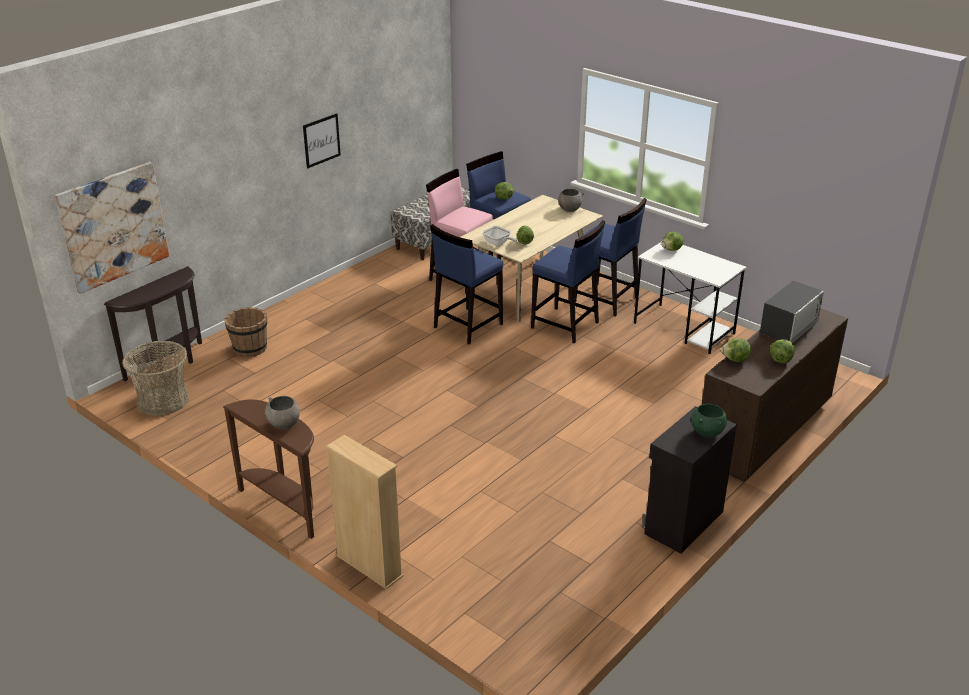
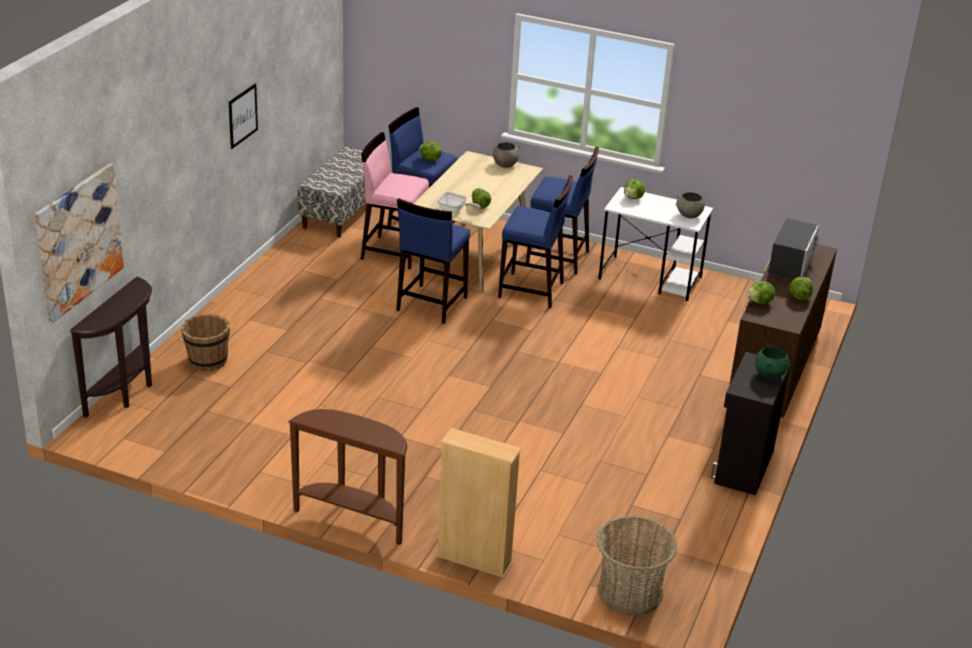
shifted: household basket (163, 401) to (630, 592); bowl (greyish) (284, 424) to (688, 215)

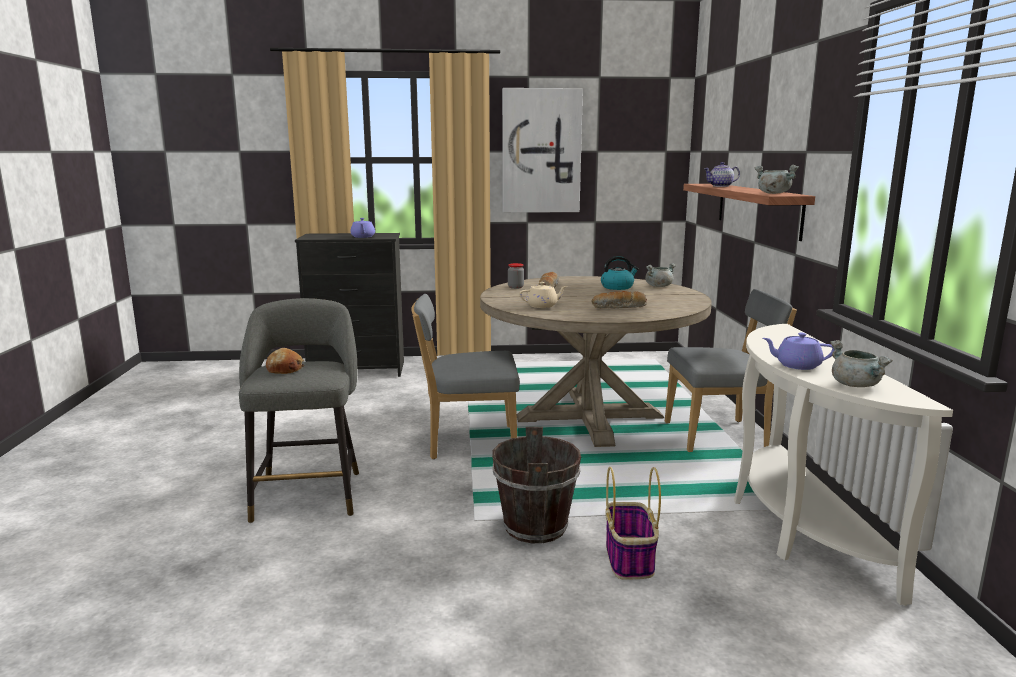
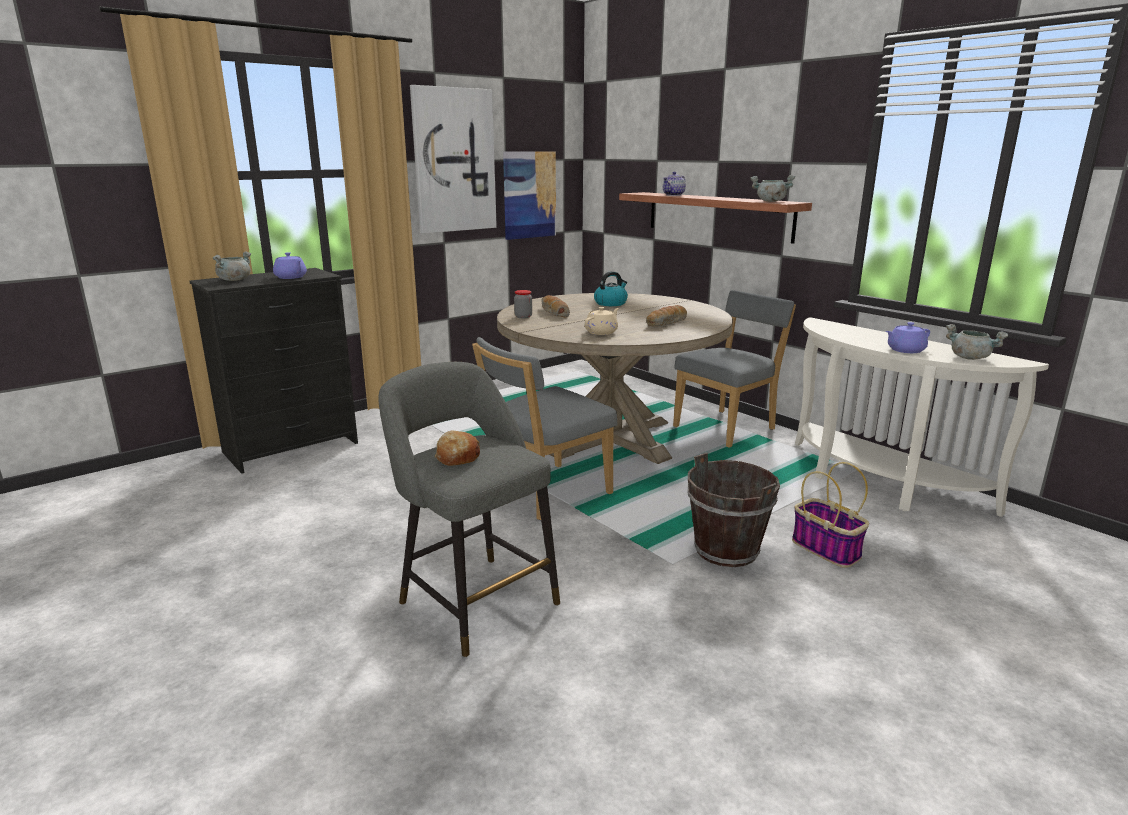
new: picture (529, 195)
shifted: saucepot (greyish) (658, 286) to (234, 280)

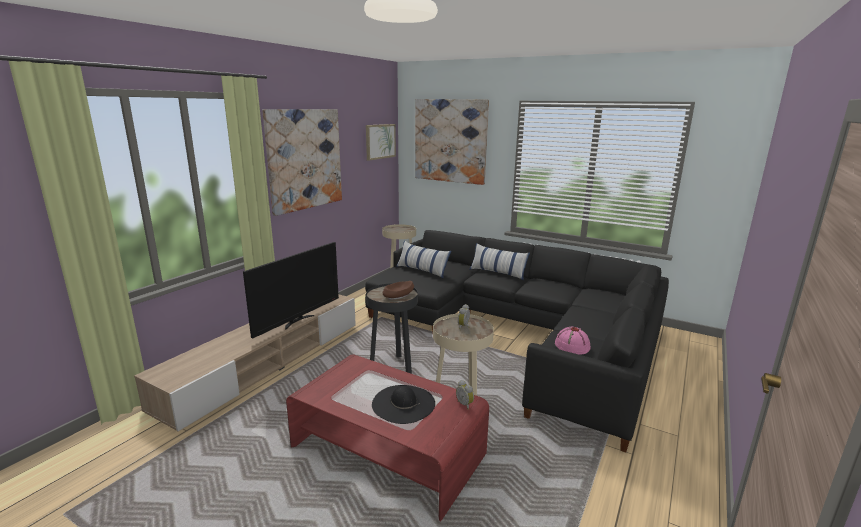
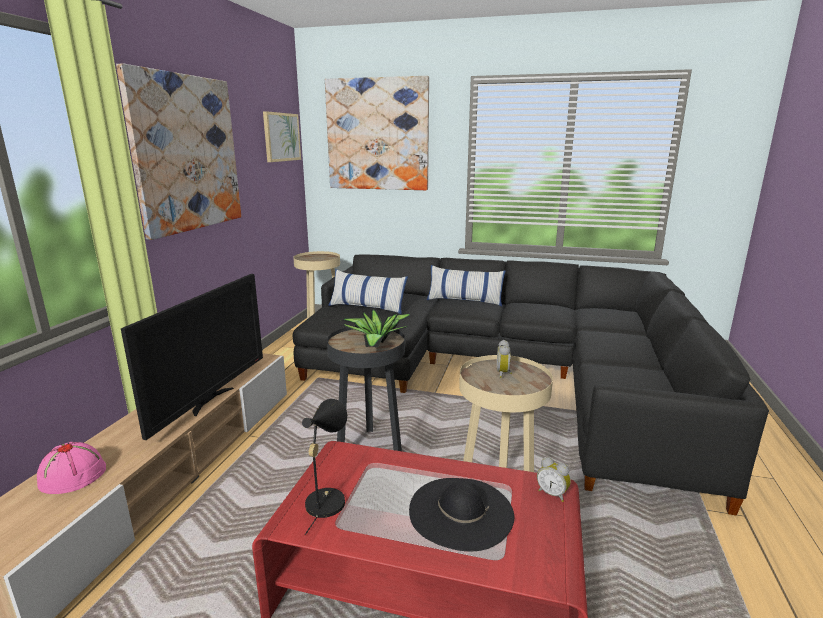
new: table lamp (blackish) (326, 499)
shifted: hat (pink) (571, 346) to (72, 475)
swapped: bowl (brown) (398, 296) to houseplant (377, 341)

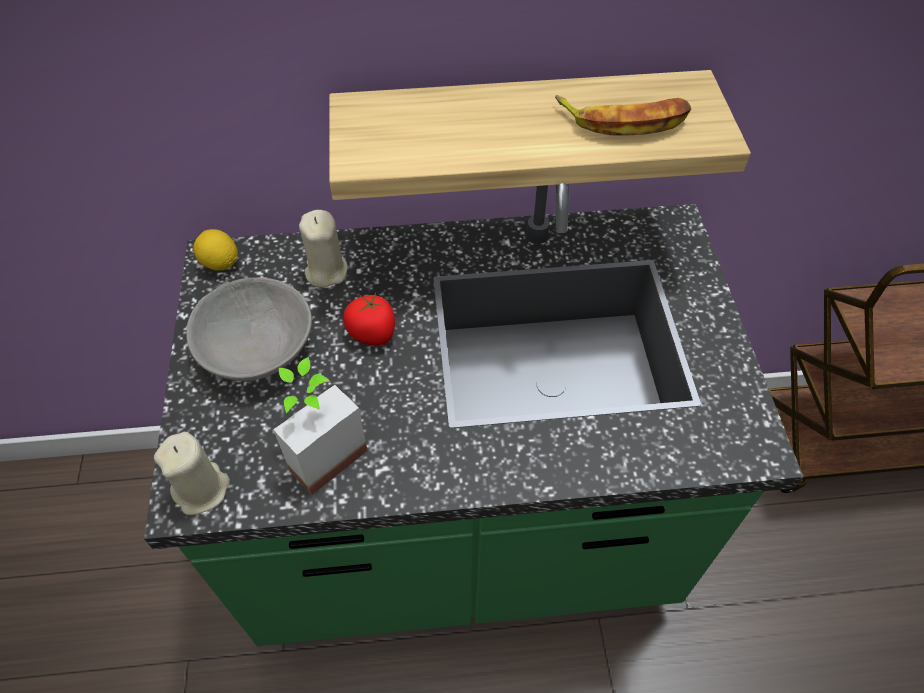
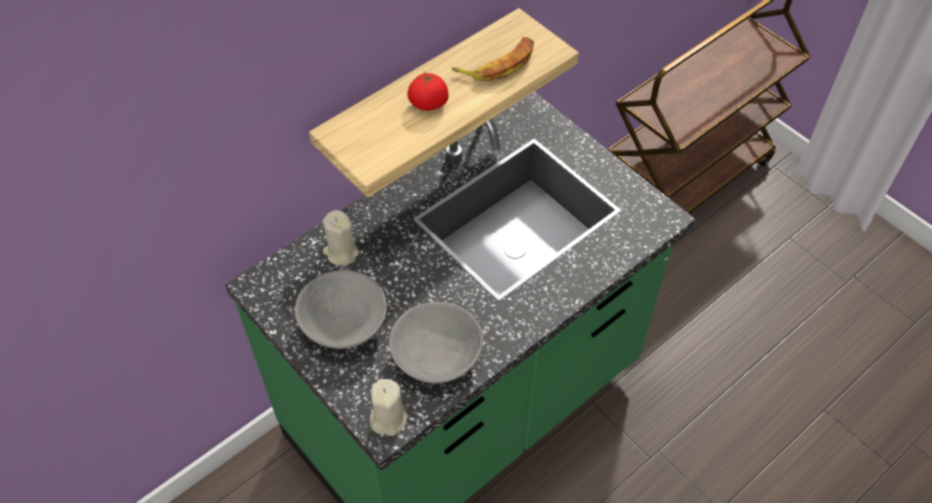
gone: citrus fruit (220, 263)
shifted: tomato (373, 333) to (429, 103)
swapped: houseplant (319, 451) to bowl (greyish) (437, 357)

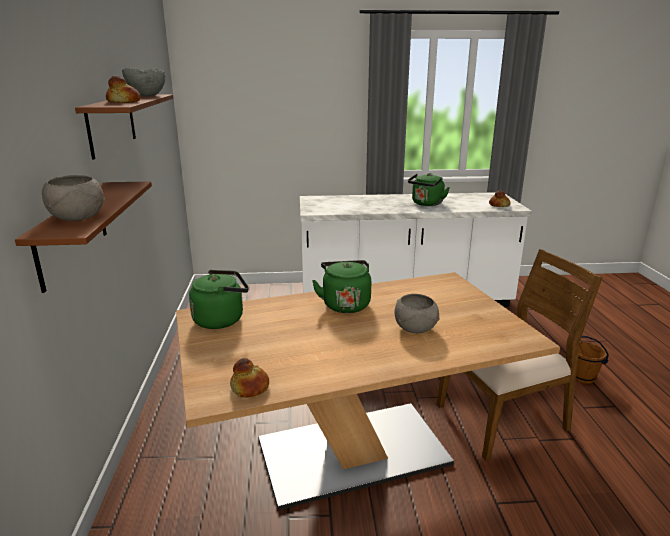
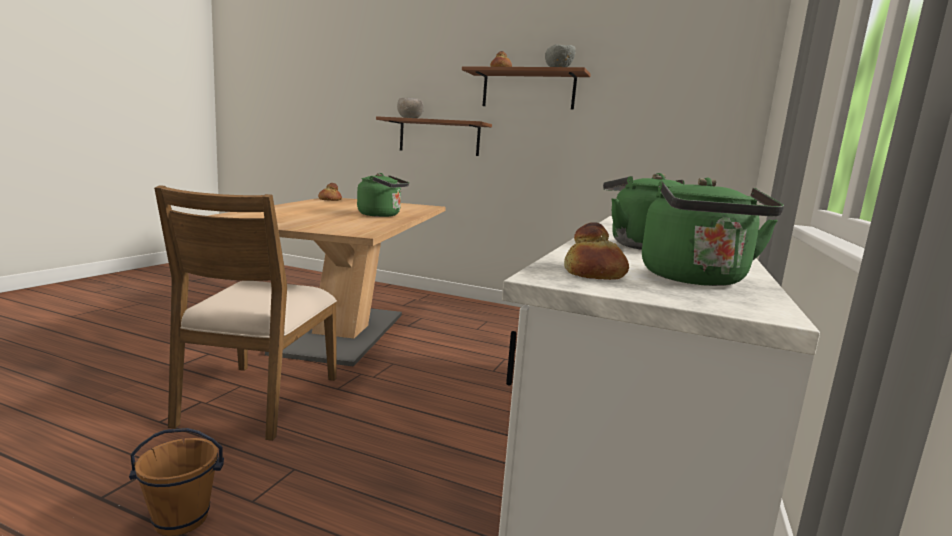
gone: bowl (greyish) (414, 328)
shifted: tea kettle (greenish) (221, 319) to (696, 280)

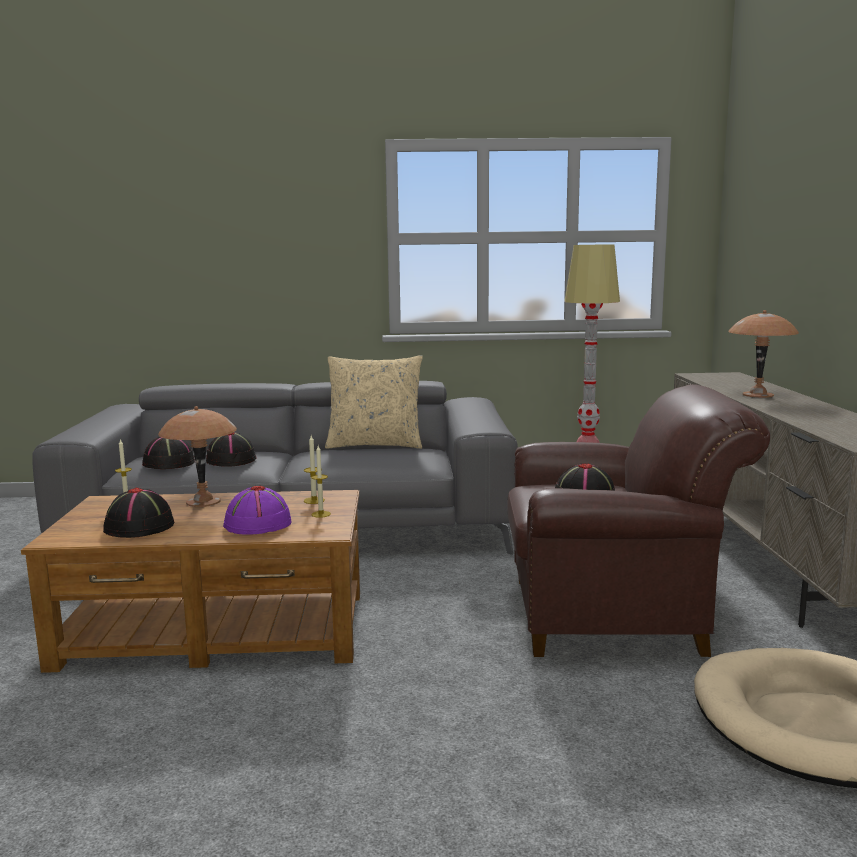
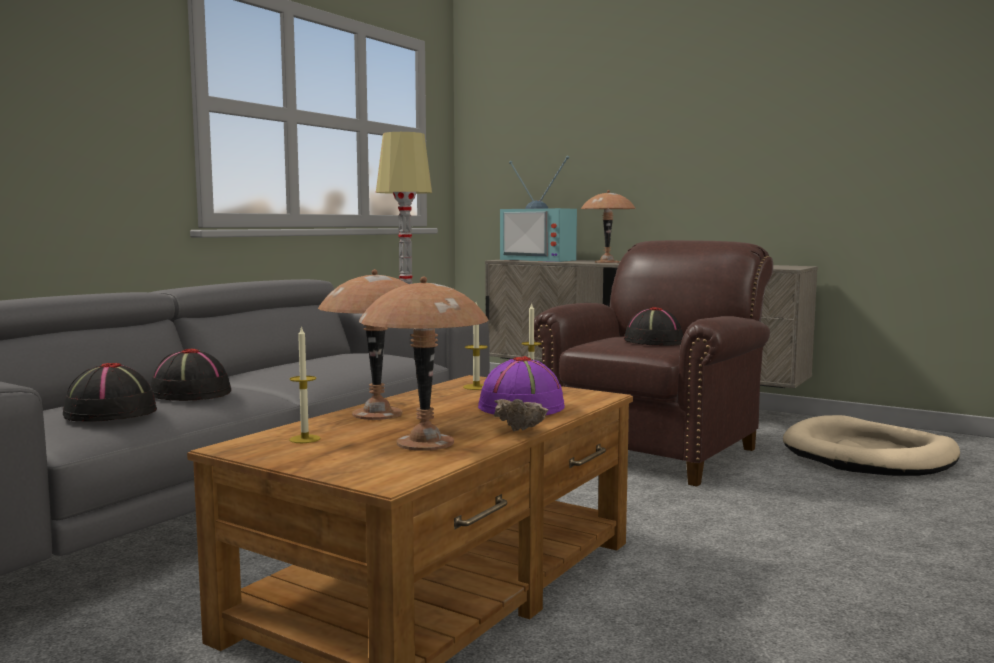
gone: pillow (beige) (375, 445)
new: bowl (beige) (519, 431); TV (541, 260)
swapped: hat (blackish) (140, 527) to table lamp (brown) (426, 442)

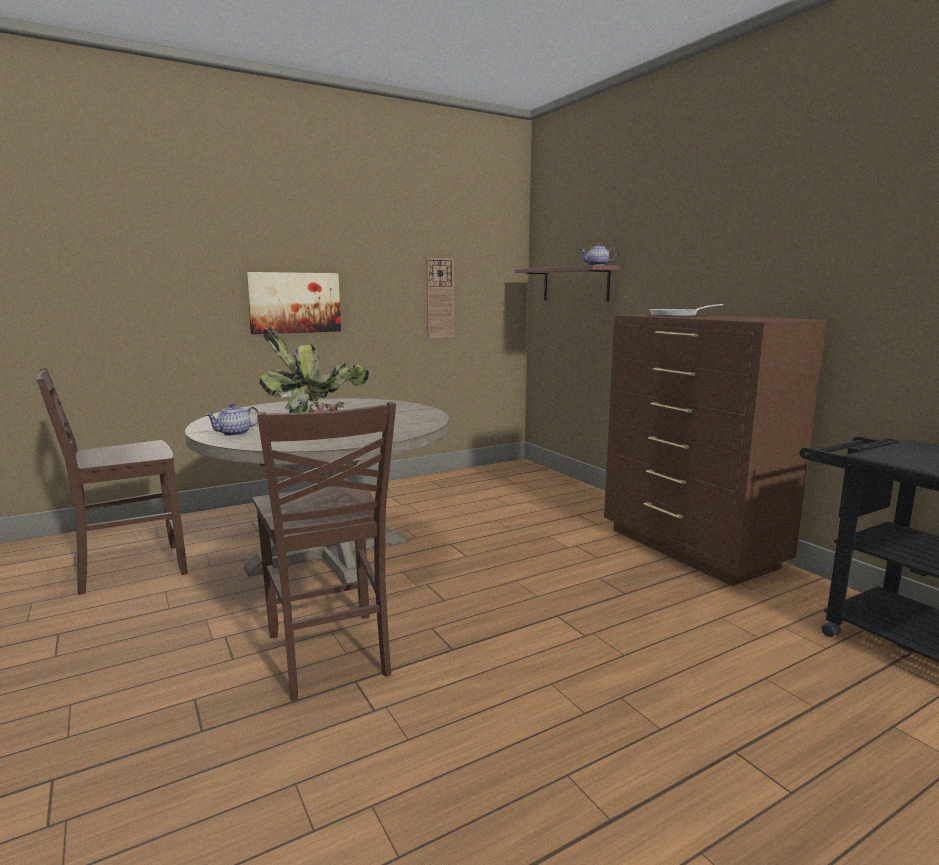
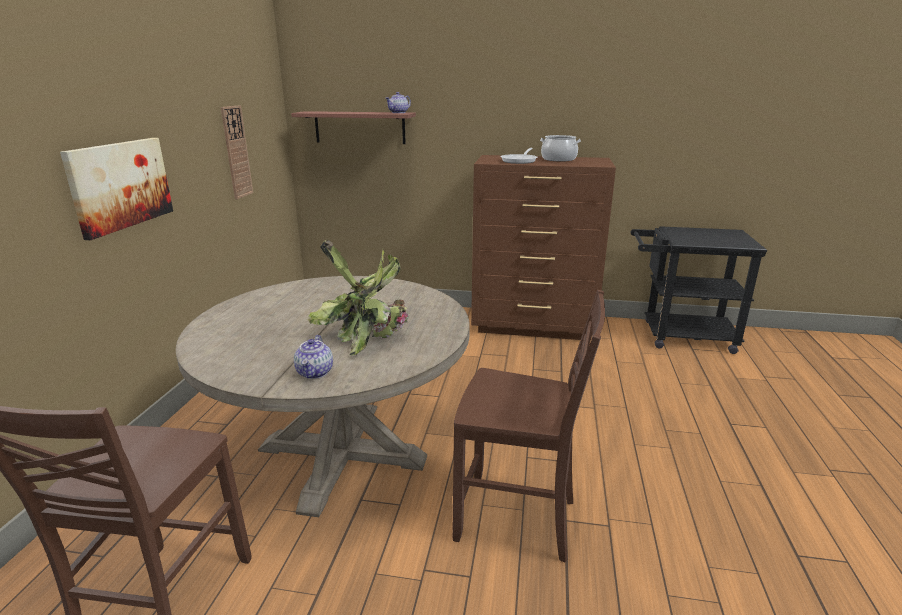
new: saucepot (558, 159)

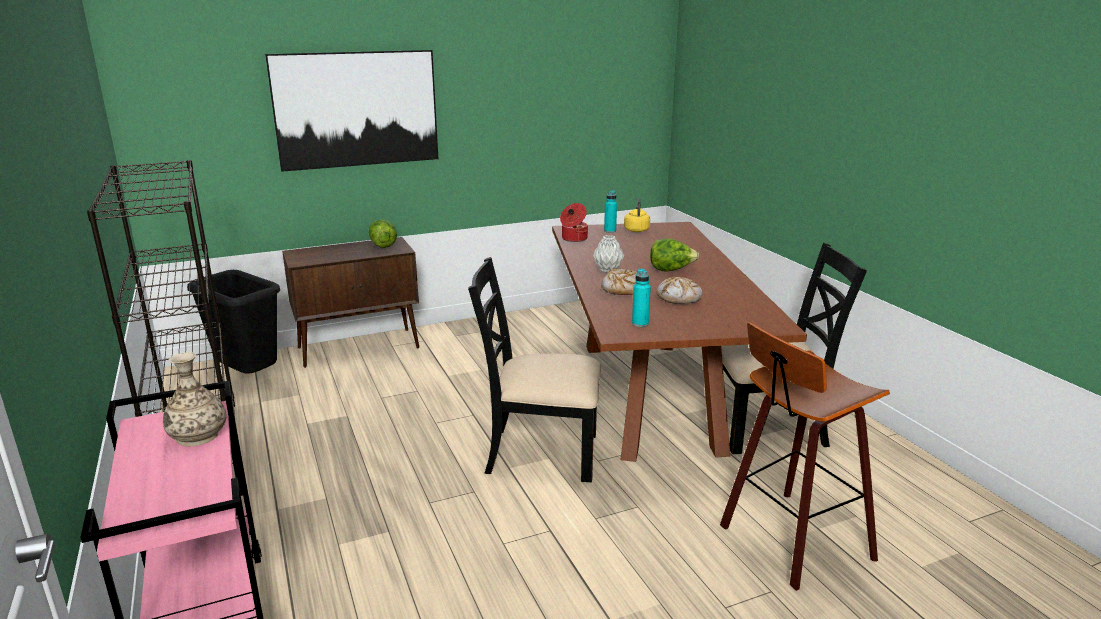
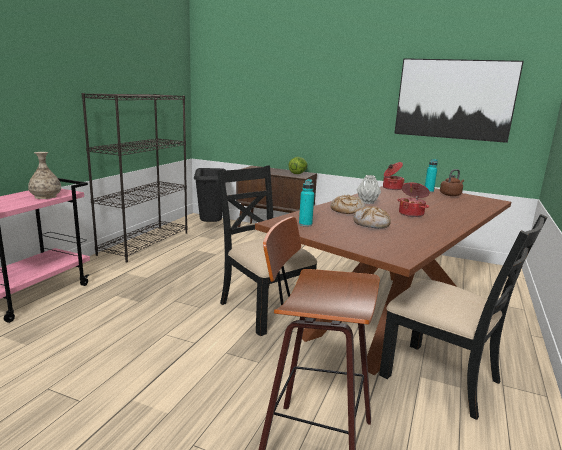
shifted: picture (357, 109) to (454, 99)
swapped: head of lettuce (671, 270) to saucepot (411, 214)
repainted: tea kettle (yellow-coloured) (636, 230) to tea kettle (brown) (451, 195)

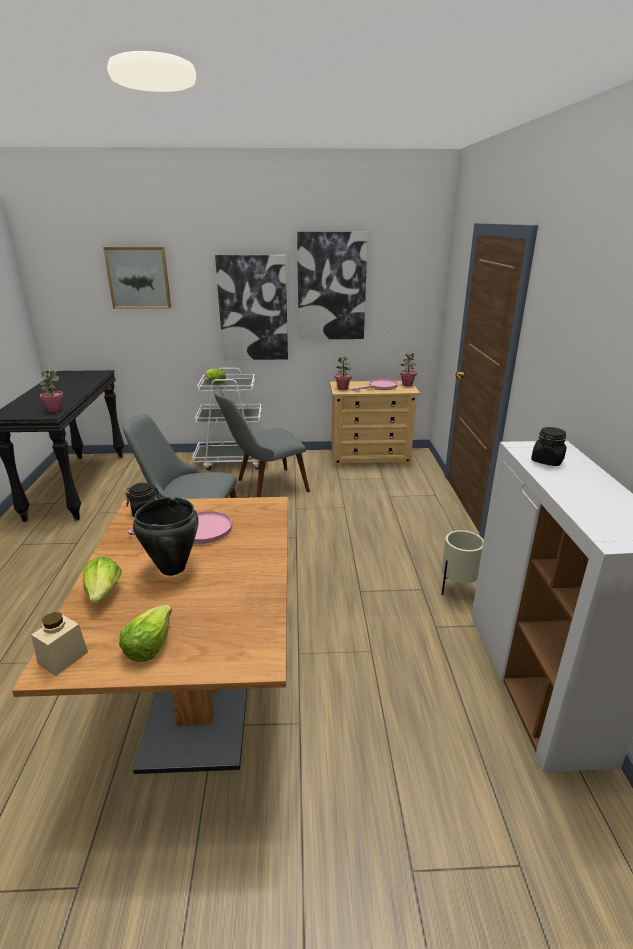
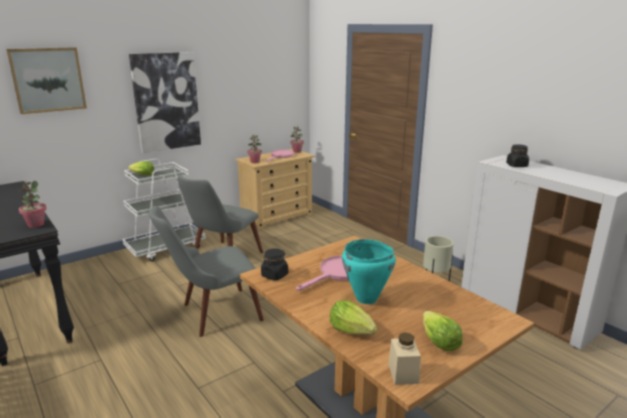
gone: picture (331, 287)
repainted: saucepot (blackish) (172, 568) to saucepot (turquoise-coloured) (366, 299)

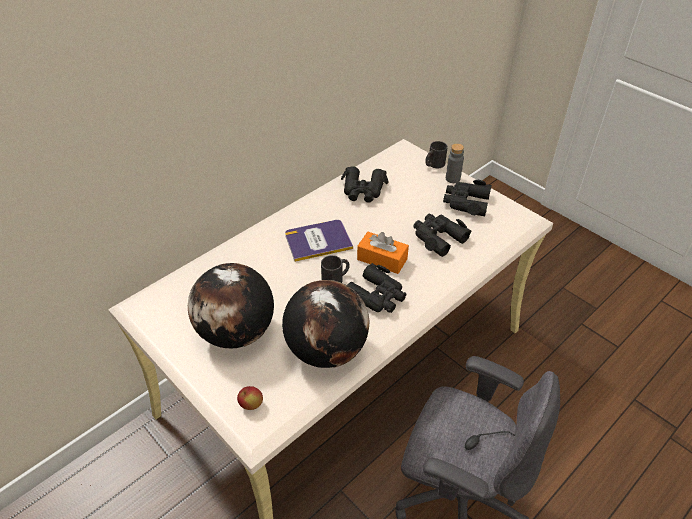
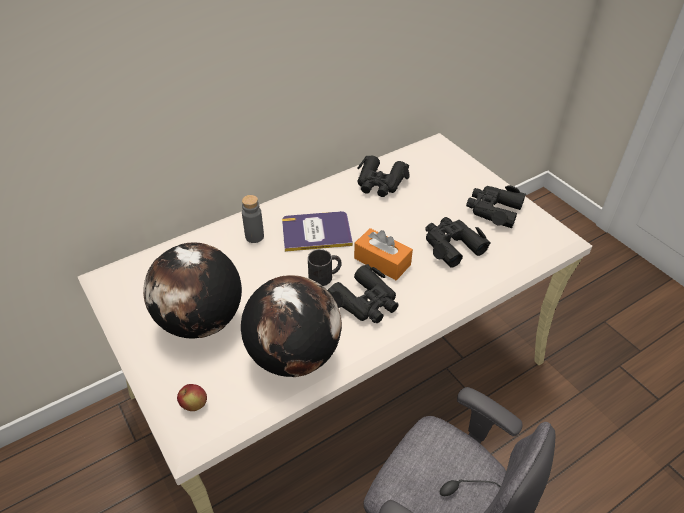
gone: coffee mug (blackish) (433, 164)
shifted: drink bottle (greyish) (452, 178) to (254, 236)

